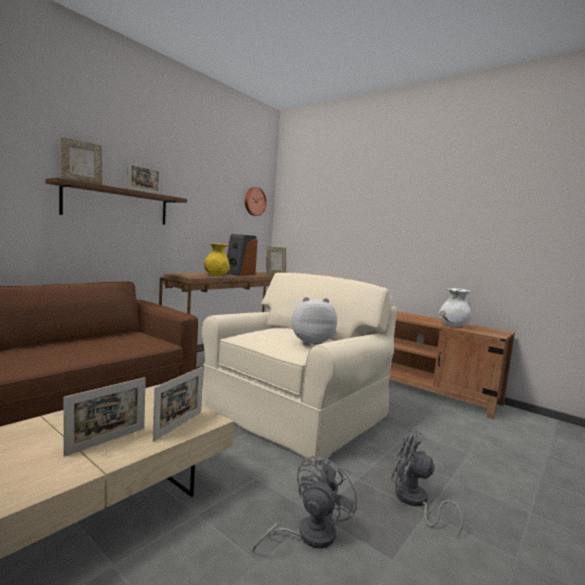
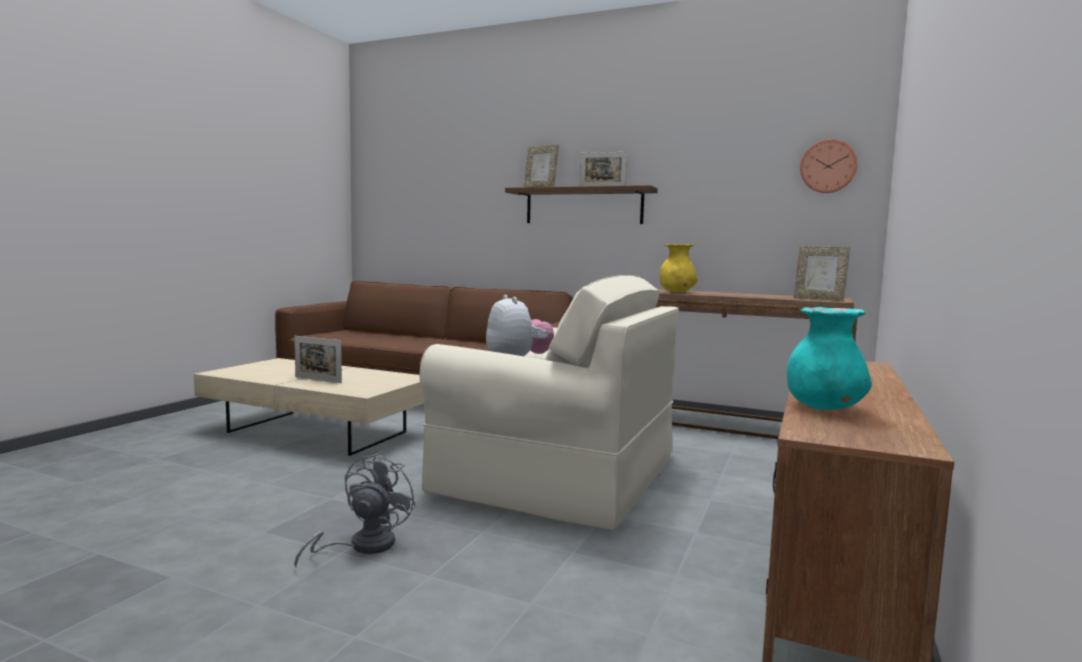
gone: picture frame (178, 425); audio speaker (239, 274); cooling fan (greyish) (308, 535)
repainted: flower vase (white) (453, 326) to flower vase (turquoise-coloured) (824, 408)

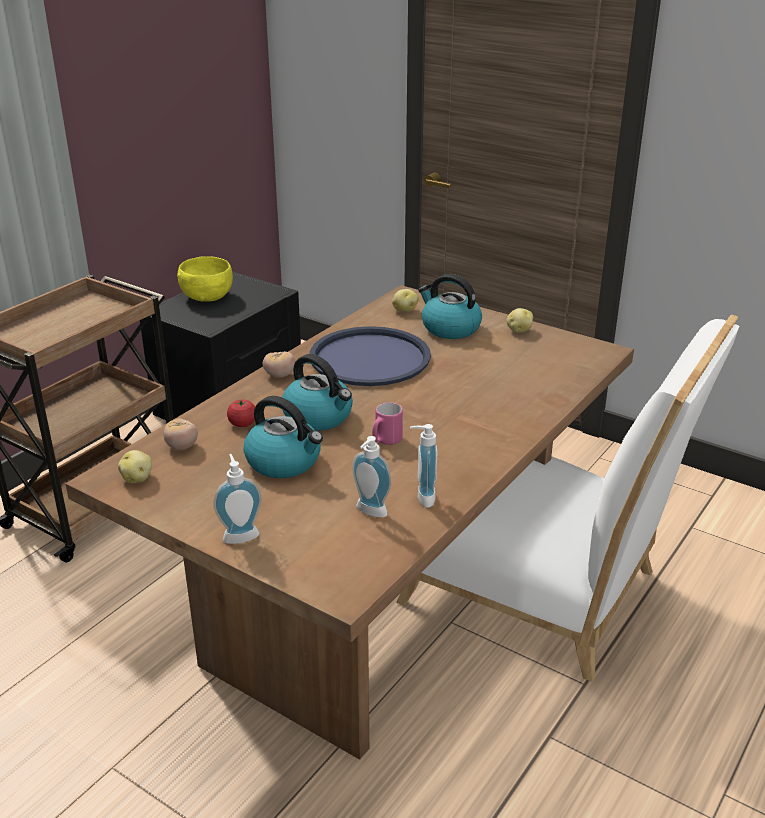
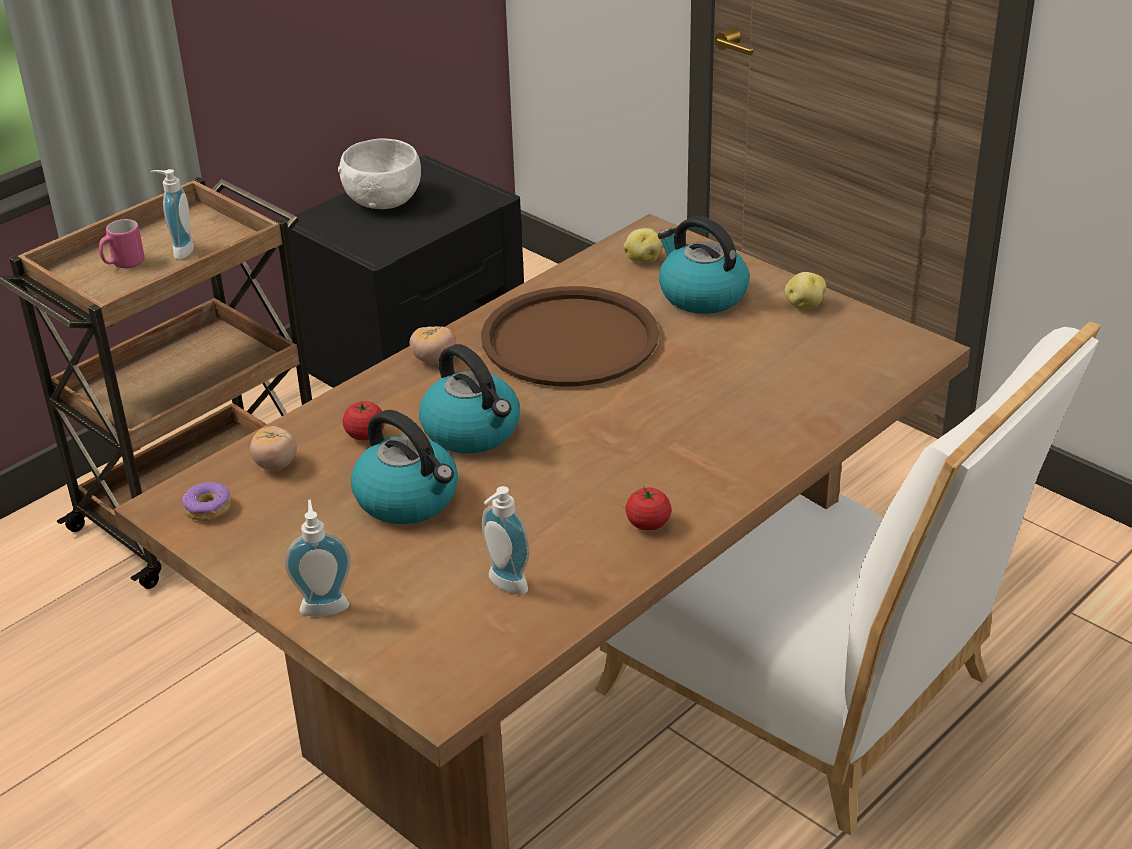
new: tomato (648, 523)
shifted: coffee mug (pink) (385, 441) to (123, 264); soap bottle (422, 497) to (179, 250)
swapped: whole potato (137, 478) to donut (208, 509)
repainted: bowl (yellow-coloured) (207, 296) to bowl (white) (383, 200); tray (blue) (370, 358) to tray (brown) (570, 339)

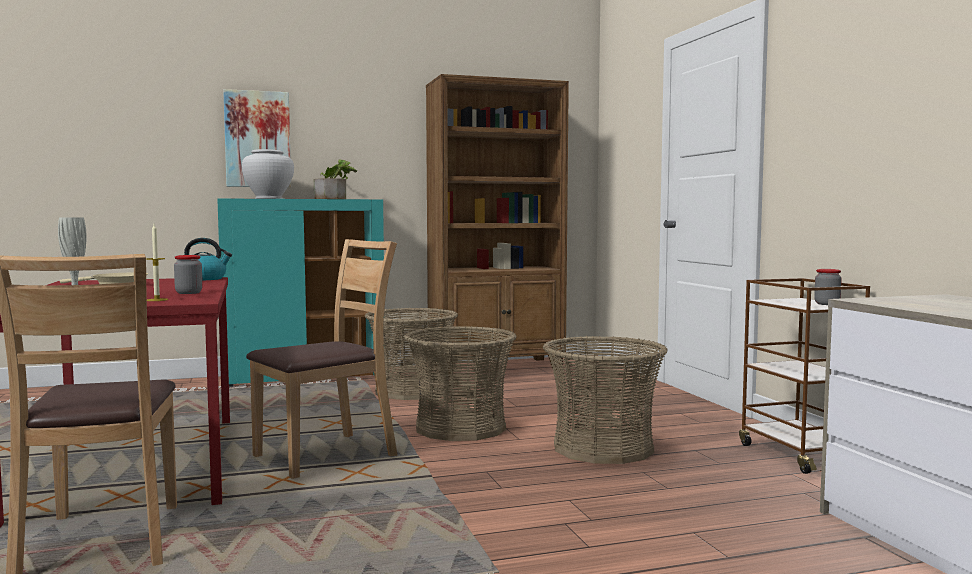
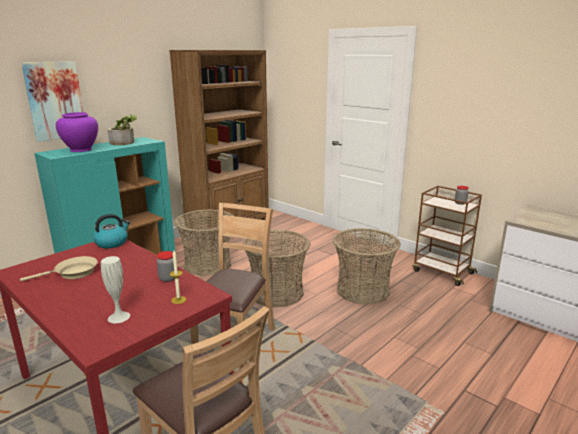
repainted: flower vase (white) (269, 198) to flower vase (purplish) (81, 150)

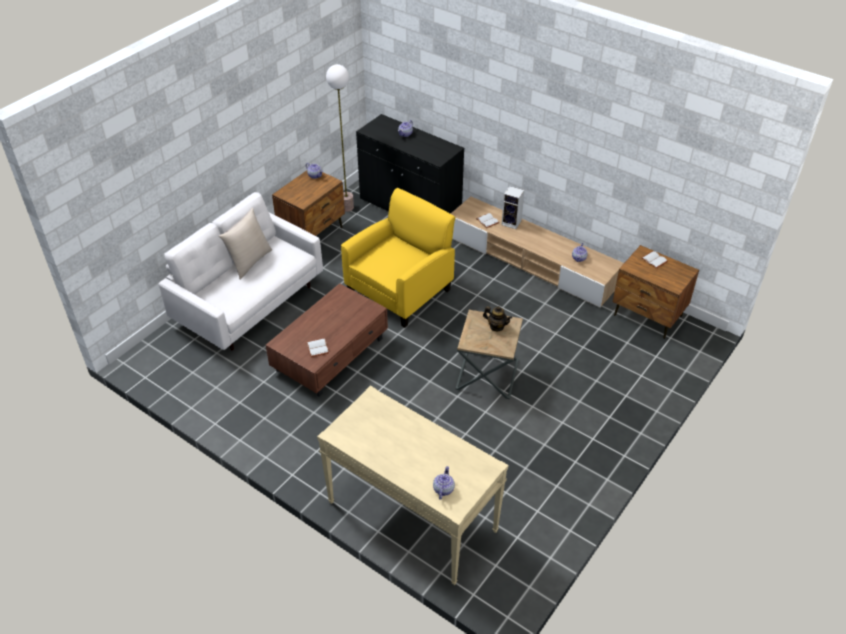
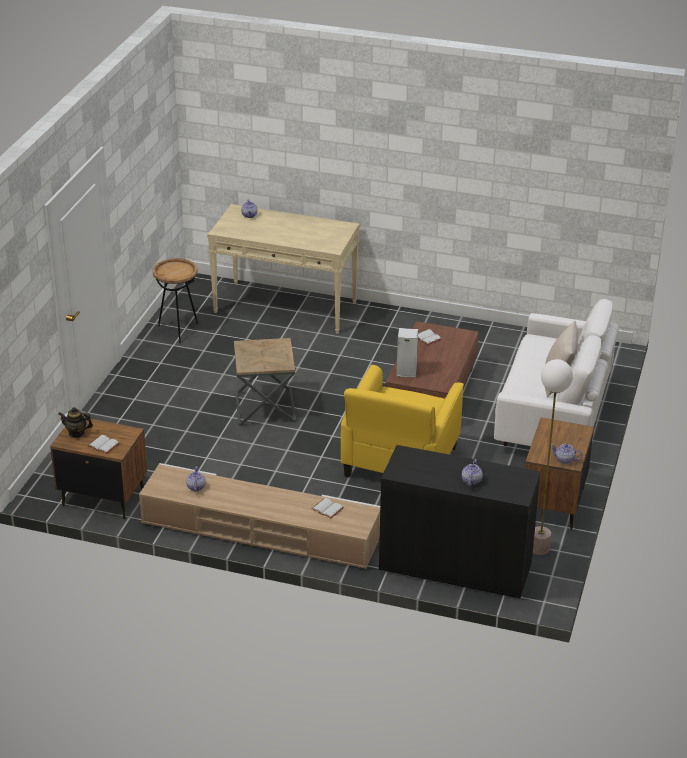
new: side table (brown) (178, 330)
shifted: teapot (496, 326) to (76, 433); audio speaker (512, 223) to (405, 372)

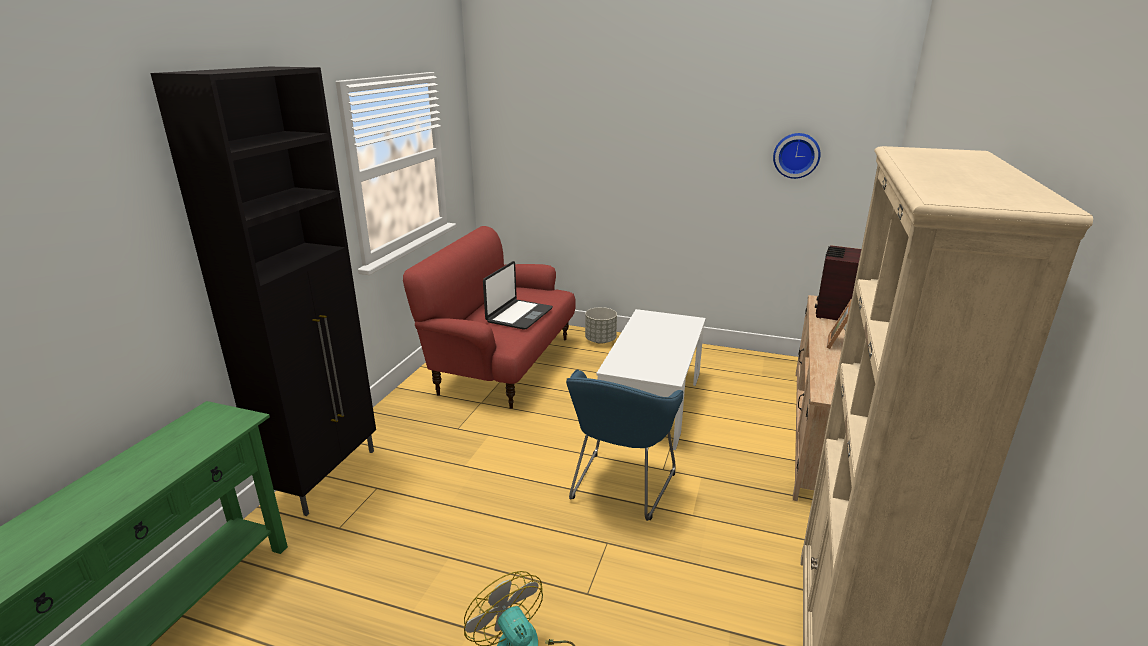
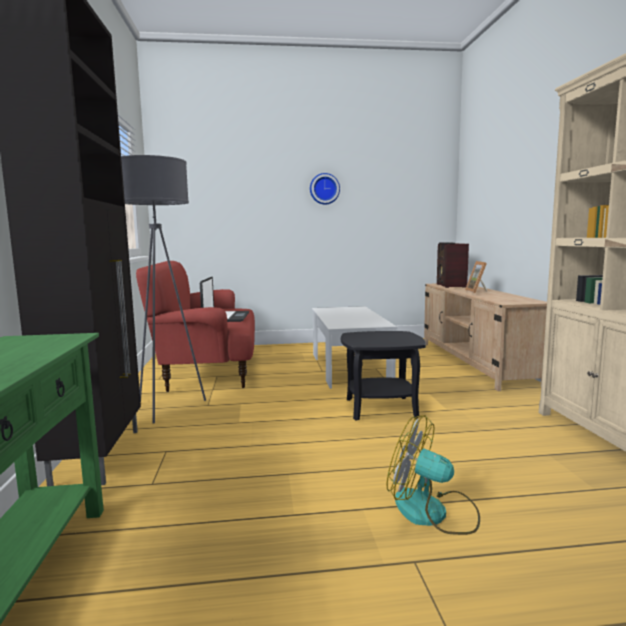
gone: planter (greyish) (600, 340)
new: standing lamp (greyish) (168, 408)
shifted: wall clock (796, 155) to (324, 189)
swapped: lounge chair (blue) (619, 488) to side table (blackish) (380, 408)

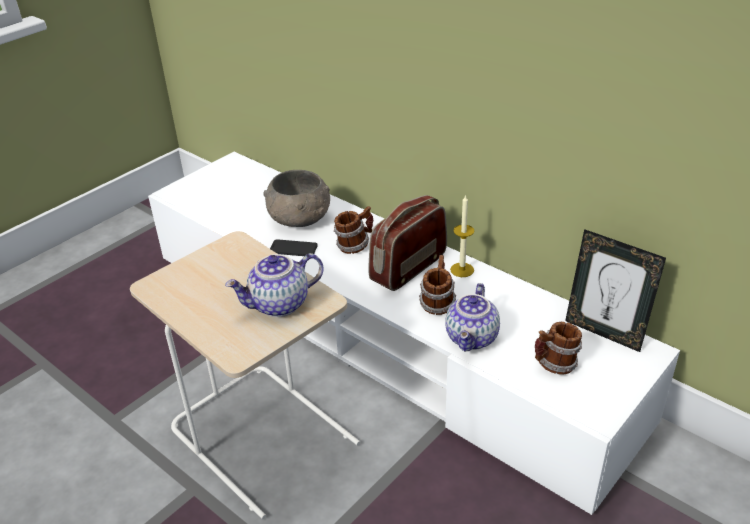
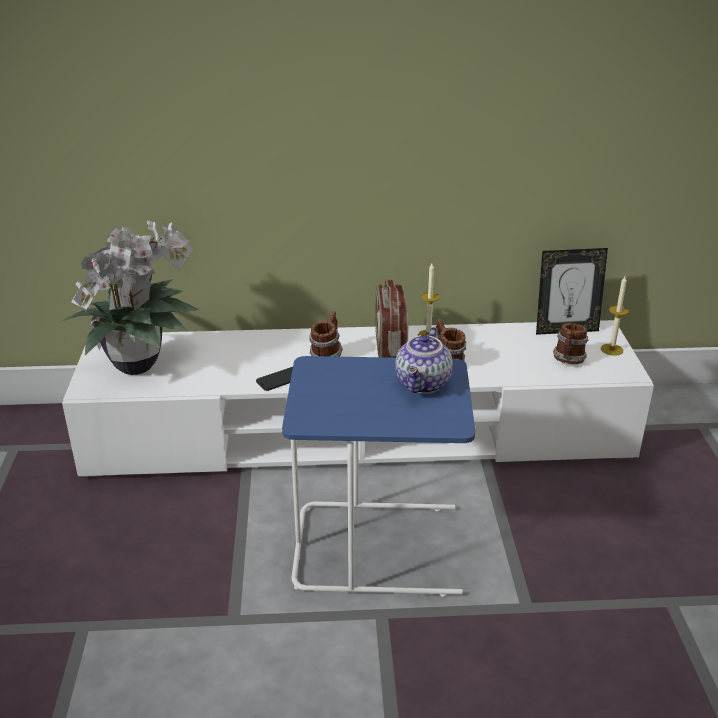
gone: bowl (greyish) (300, 219); teapot (473, 338)
new: houseplant (141, 365); candle (611, 349)
repainted: side table (beige) (264, 435) to side table (blue) (379, 546)

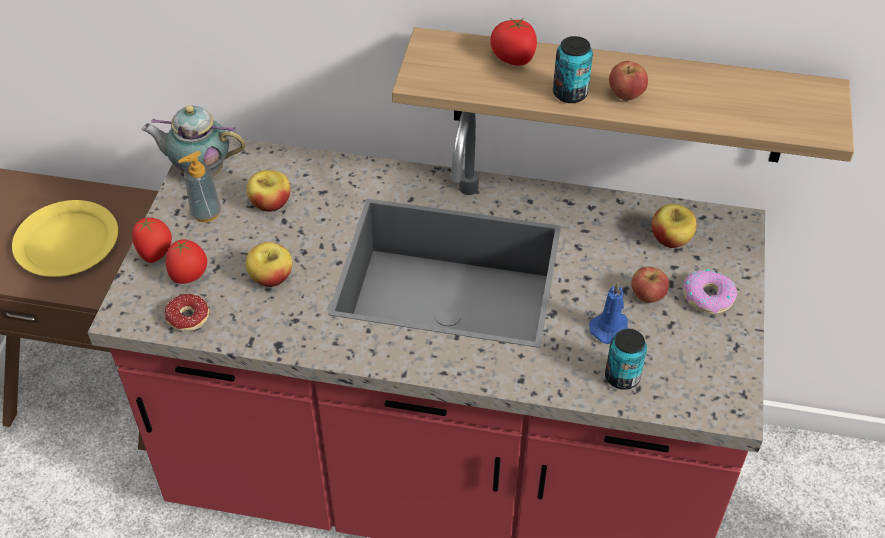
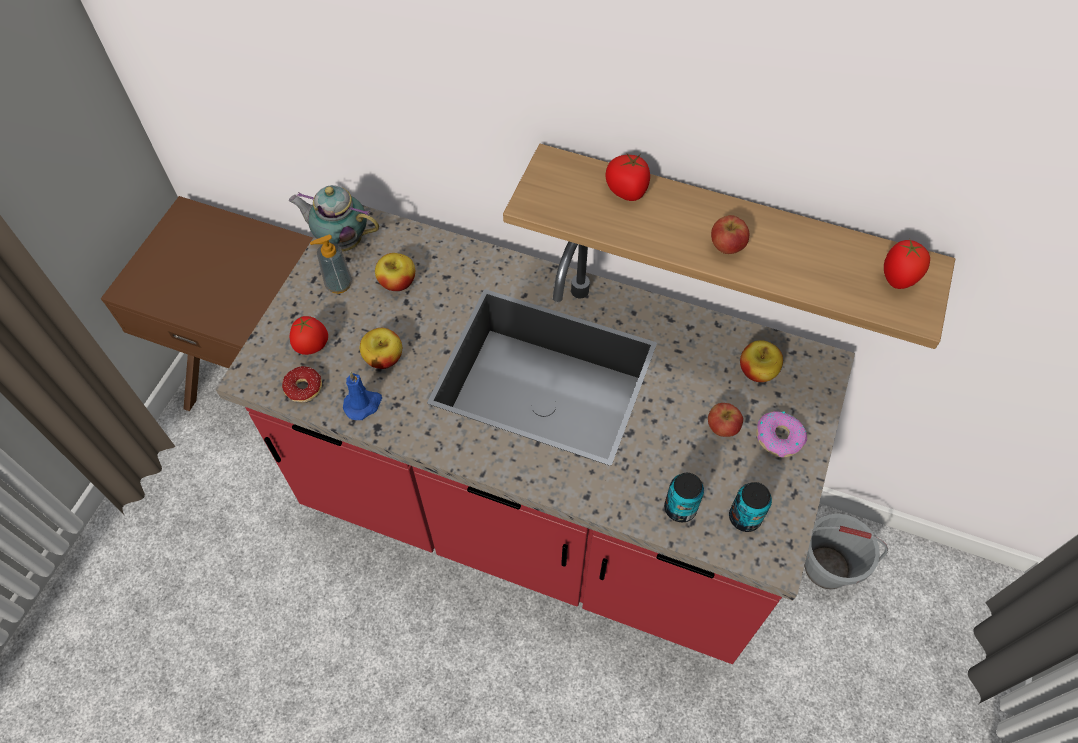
gone: plate (yellow-coloured) (67, 242)
new: water bucket (greyish) (827, 567)
shifted: tomato (156, 254) to (897, 279); can (570, 93) to (744, 517); candle (blue) (610, 328) to (363, 404)

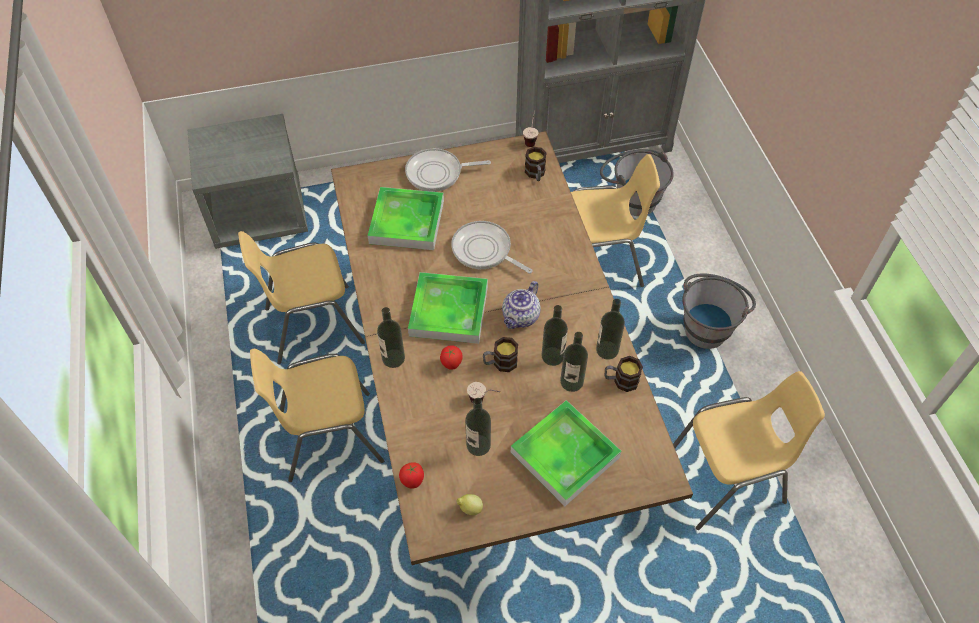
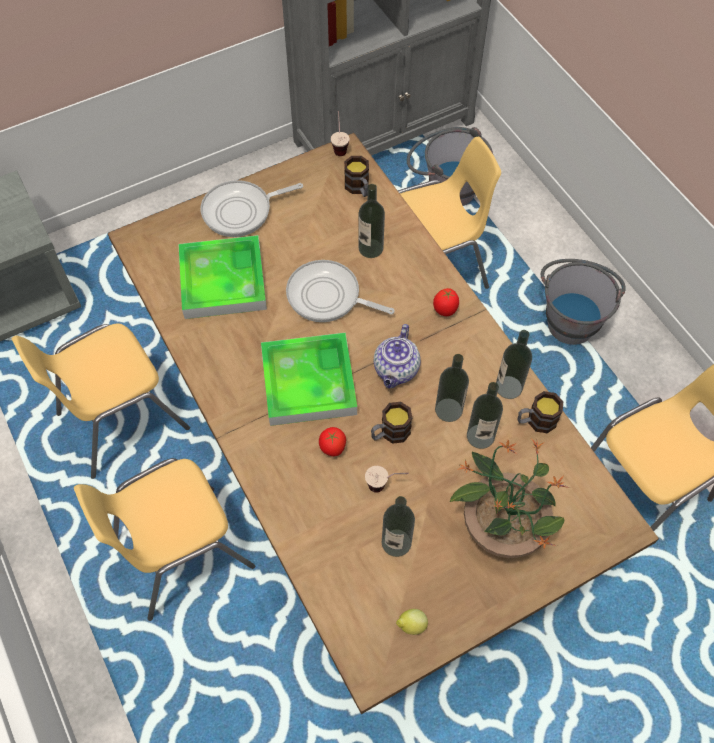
shifted: drink bottle (393, 358) to (370, 248); tomato (412, 481) to (445, 311)
swapped: tray (565, 455) to houseplant (500, 529)

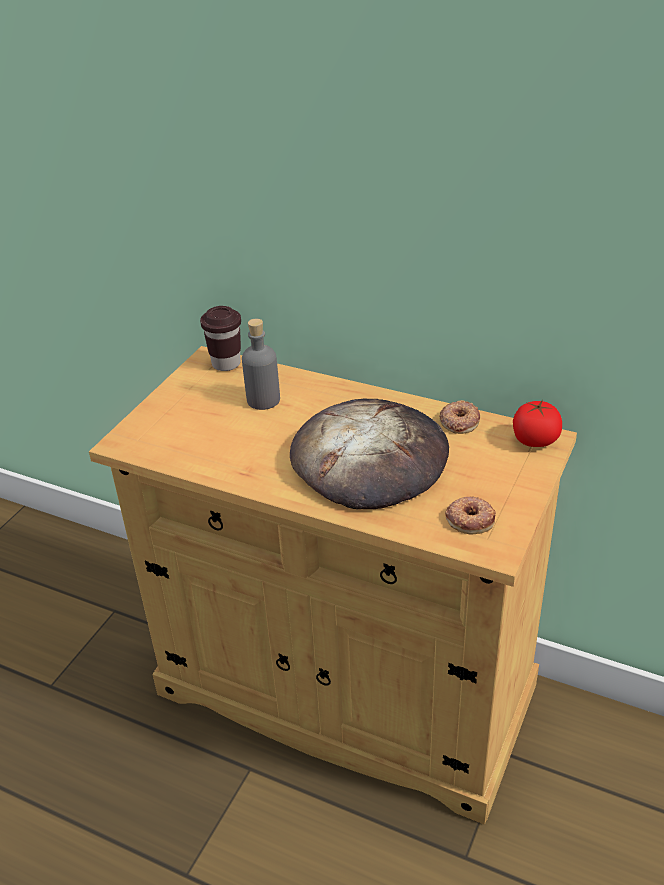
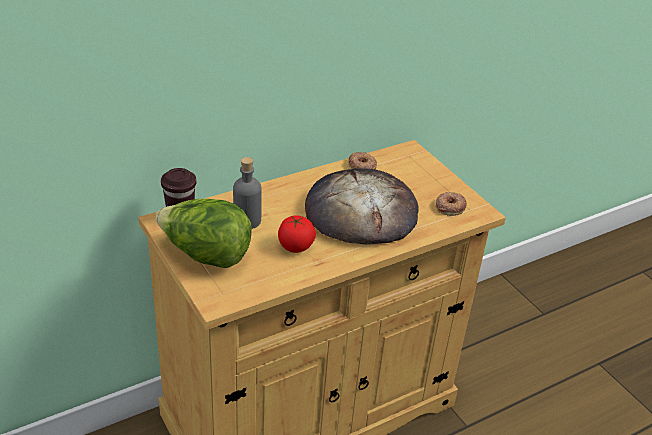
new: head of lettuce (206, 255)
shifted: tomato (535, 440) to (295, 246)

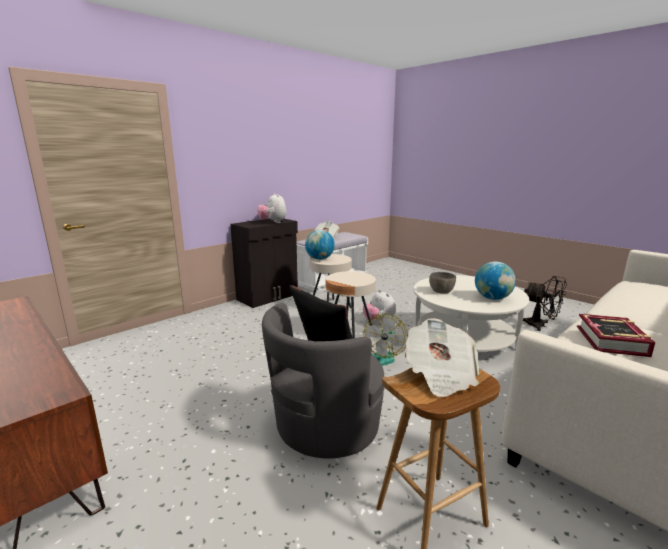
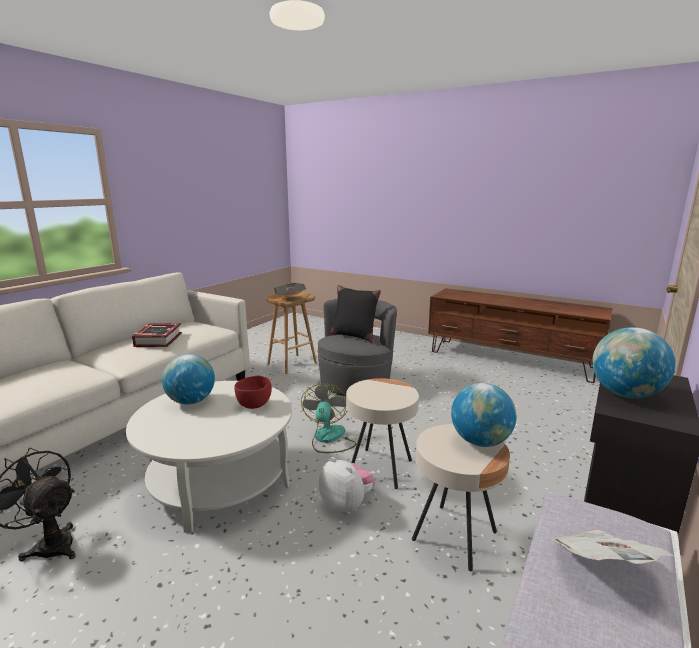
swapped: plush toy (273, 222) to world globe (625, 394)
repainted: bowl (greyish) (441, 292) to bowl (red) (254, 405)

